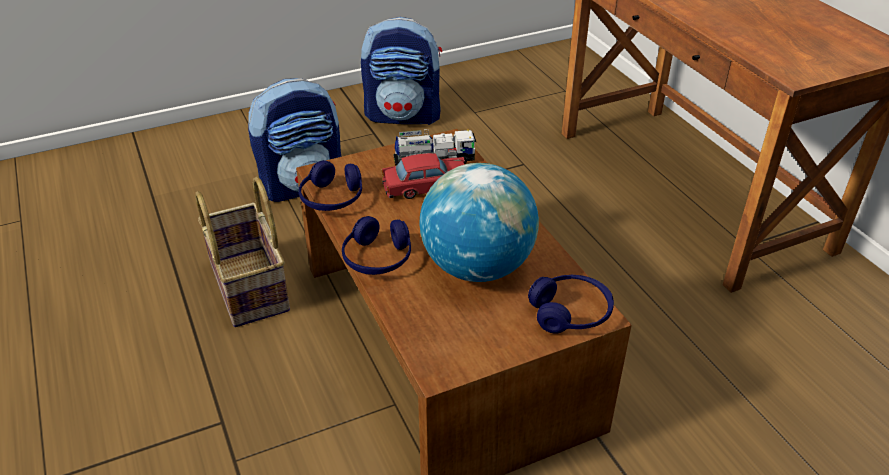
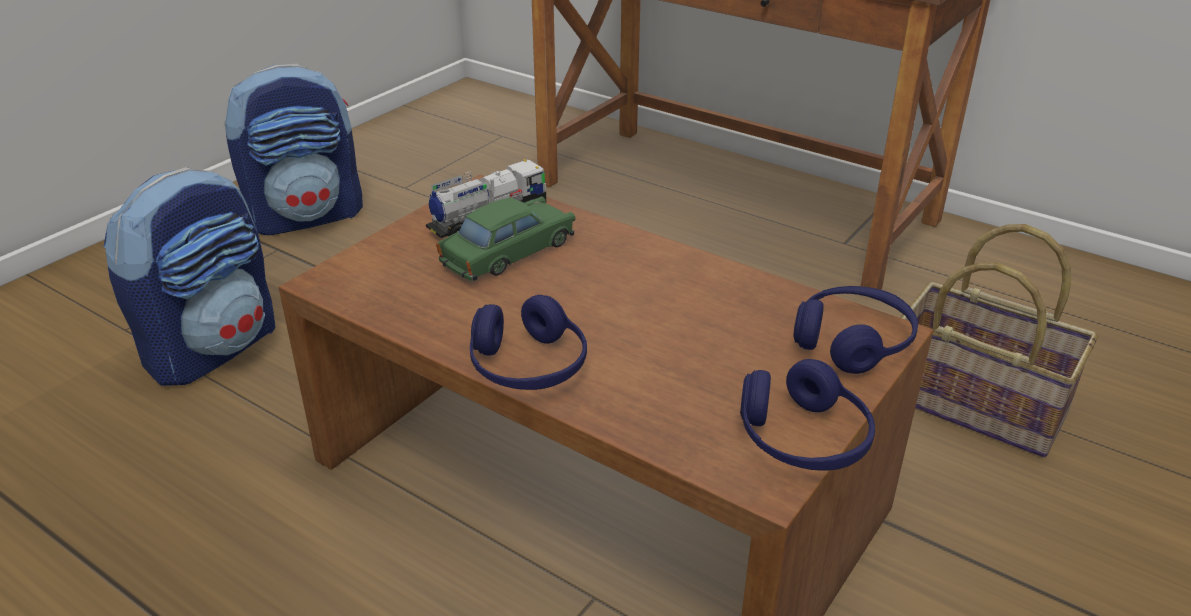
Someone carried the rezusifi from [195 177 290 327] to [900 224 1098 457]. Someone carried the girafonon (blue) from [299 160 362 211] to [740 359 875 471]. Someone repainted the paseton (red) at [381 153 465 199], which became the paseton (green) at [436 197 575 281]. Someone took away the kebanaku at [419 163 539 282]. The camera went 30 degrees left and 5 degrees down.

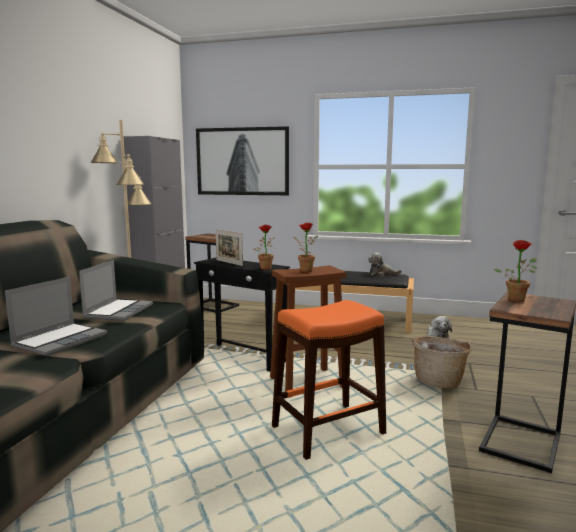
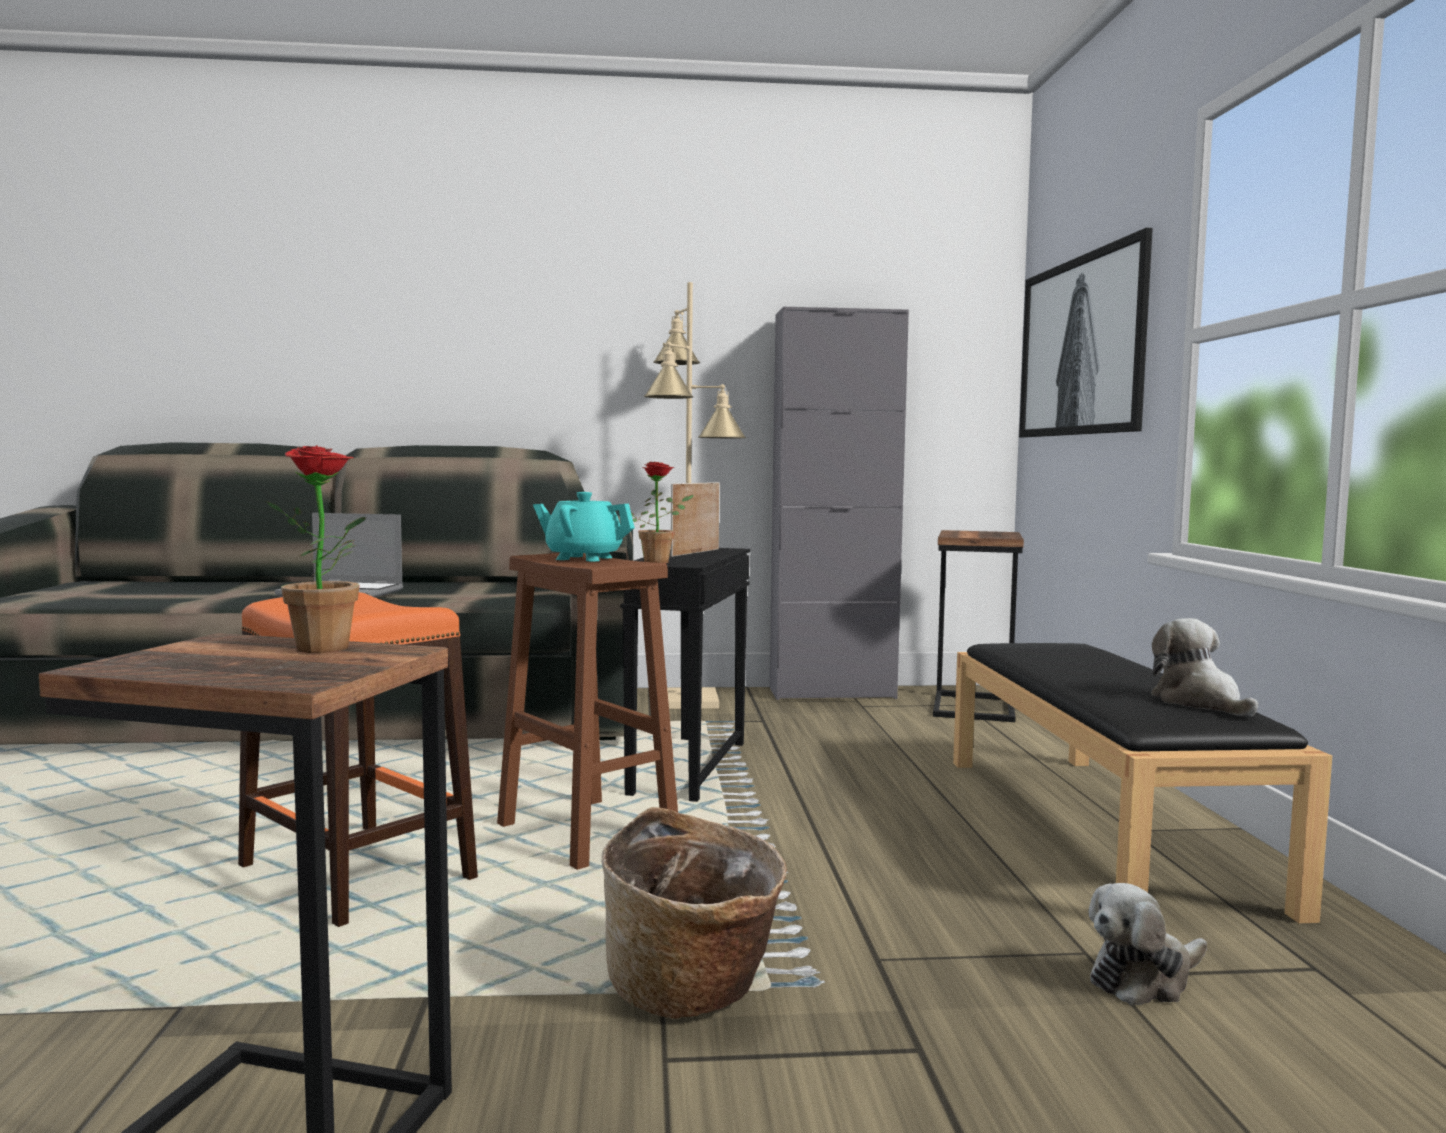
Someone took away the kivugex at [79 260 153 321]. Someone swapped the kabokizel at [293 223 318 272] for the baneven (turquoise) at [533 492 635 561]. The camera went 70 degrees right and 5 degrees down.

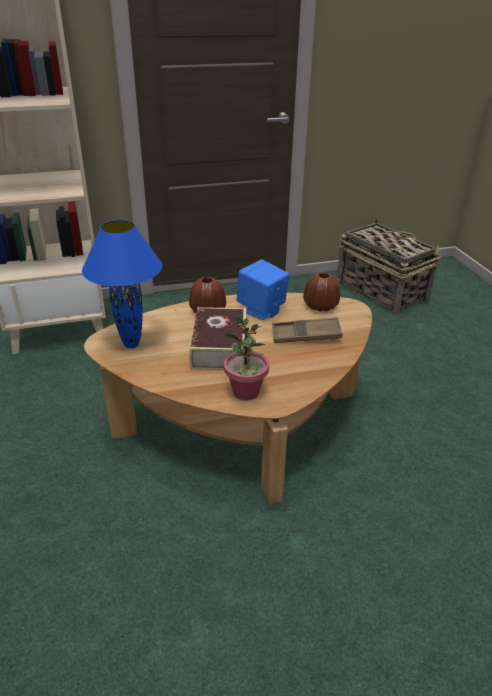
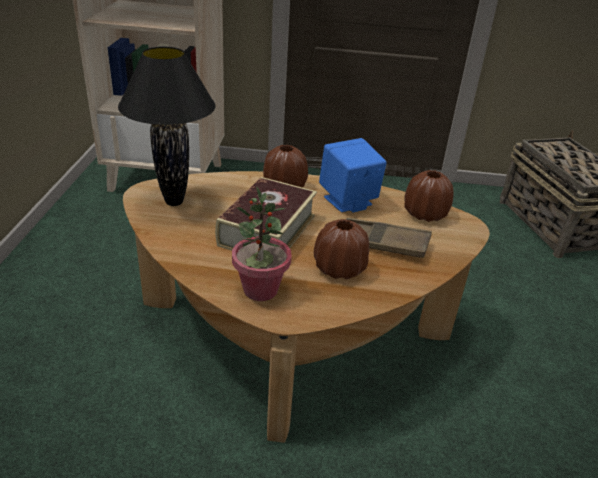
Someone repainted the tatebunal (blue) at [82 220 162 348], which became the tatebunal (black) at [118 47 215 206]. Someone put down the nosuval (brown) at [314 219 369 279]. The camera went 20 degrees right and 0 degrees up.

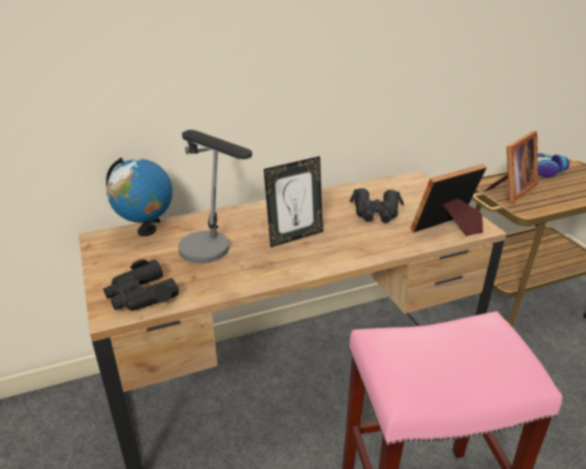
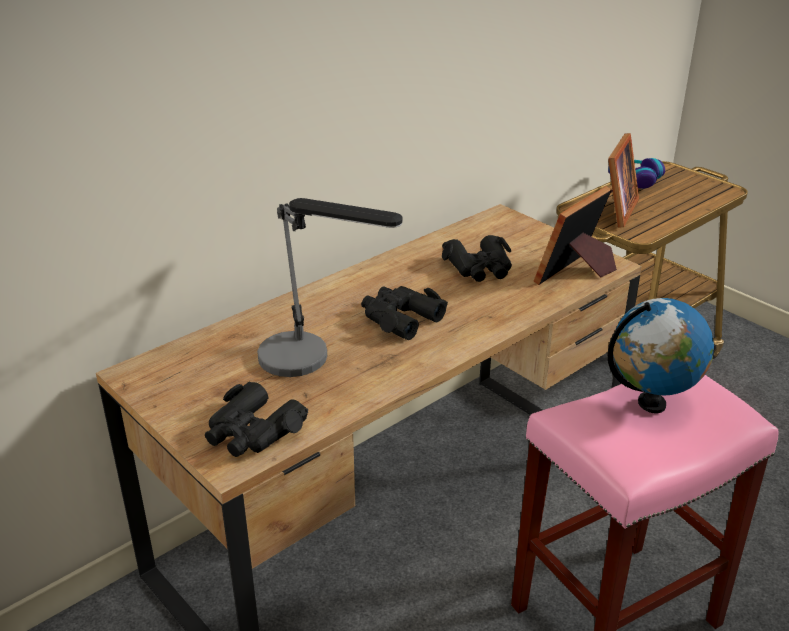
Someone carried the kebanaku from [106 158 173 236] to [607 298 714 413]. Someone swapped the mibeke at [264 156 323 248] for the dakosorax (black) at [361 286 448 340]. The camera went 20 degrees left and 0 degrees up.

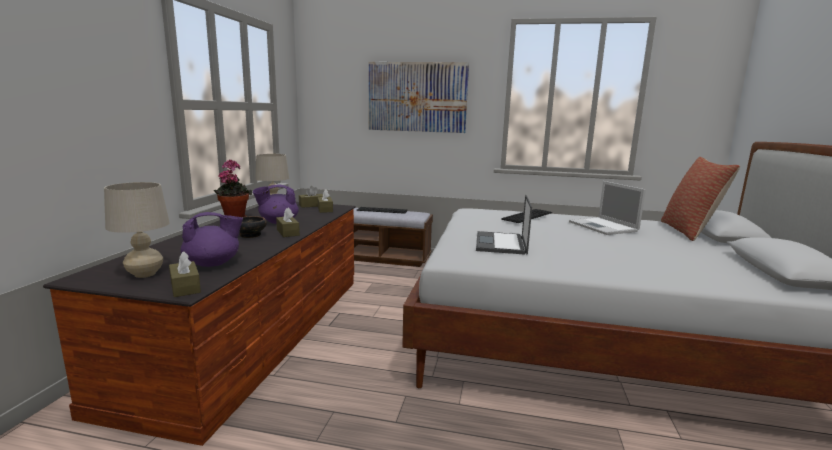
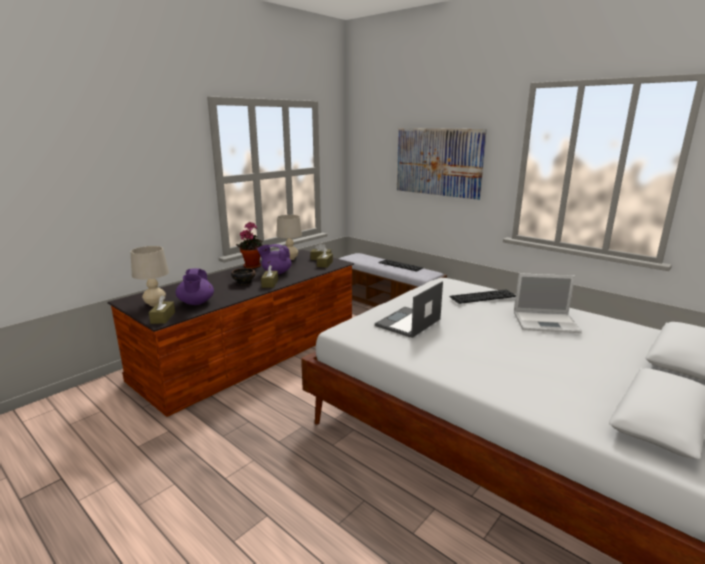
Someone rotated the baneven (purple) at [181 212 243 267] by 75 degrees clockwise. Someone rotated the kivugex at [569 181 646 235] by 90 degrees counterclockwise. Someone took away the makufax at [661 157 740 241]. The camera went 30 degrees right and 5 degrees up.

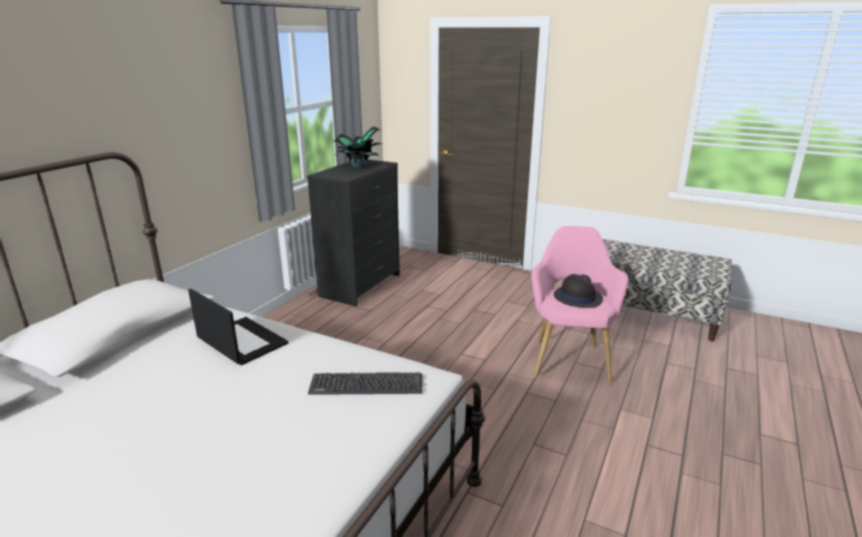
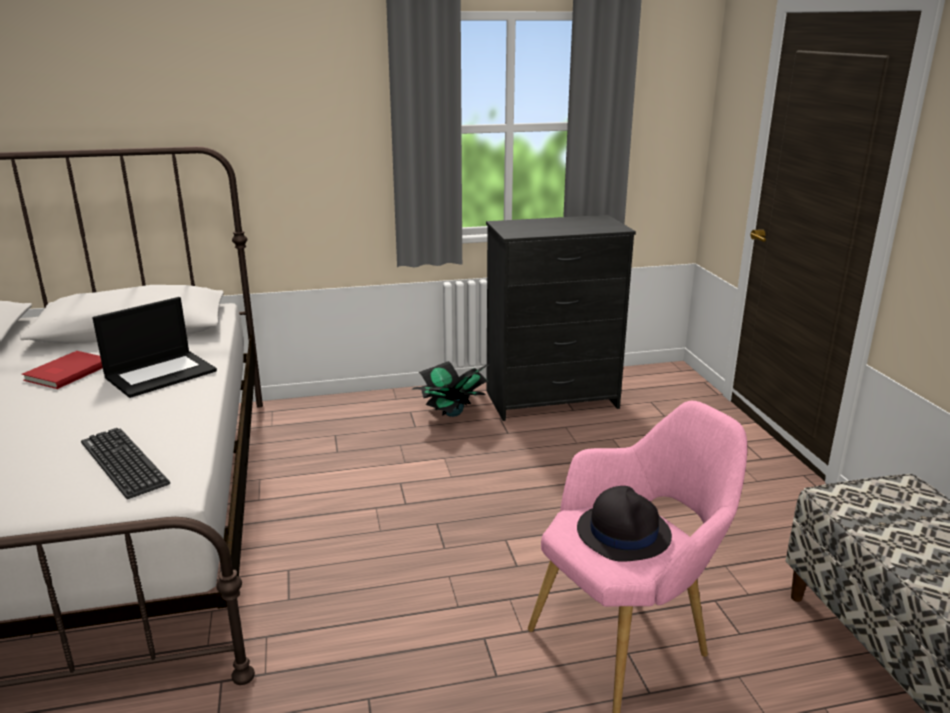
Someone rotated the kivugex at [188 289 288 365] by 45 degrees clockwise. Someone carried the kabokizel from [333 127 381 168] to [411 361 489 417]. Someone put down the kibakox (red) at [22 351 103 389]. The camera went 50 degrees right and 0 degrees up.

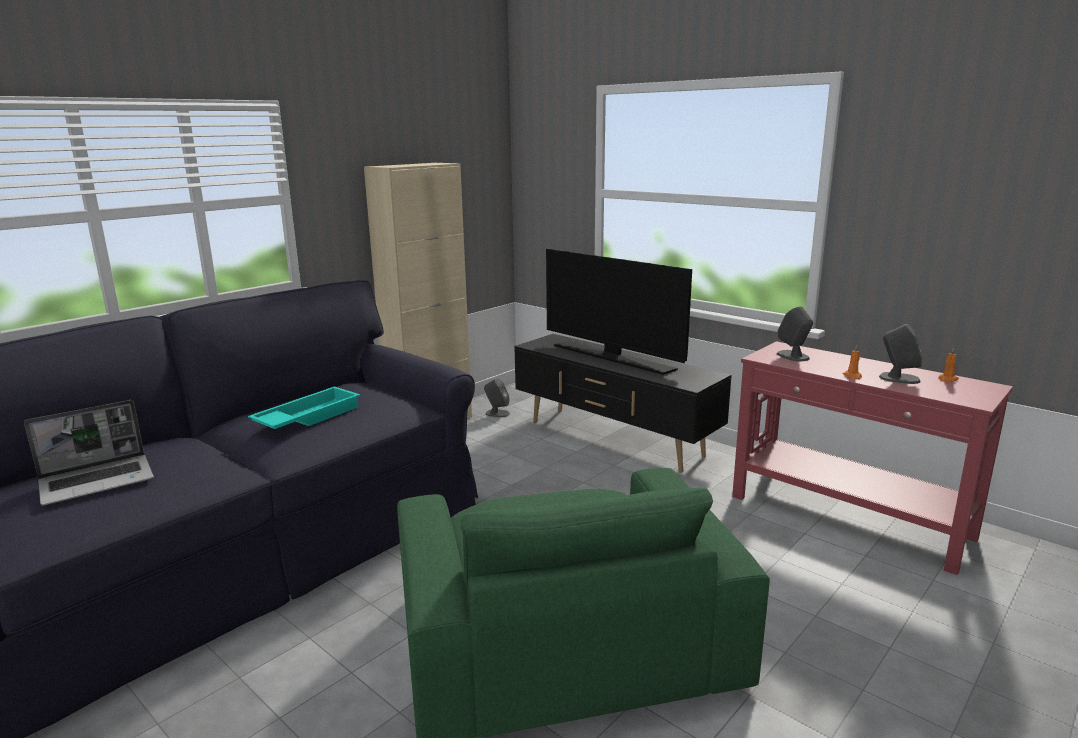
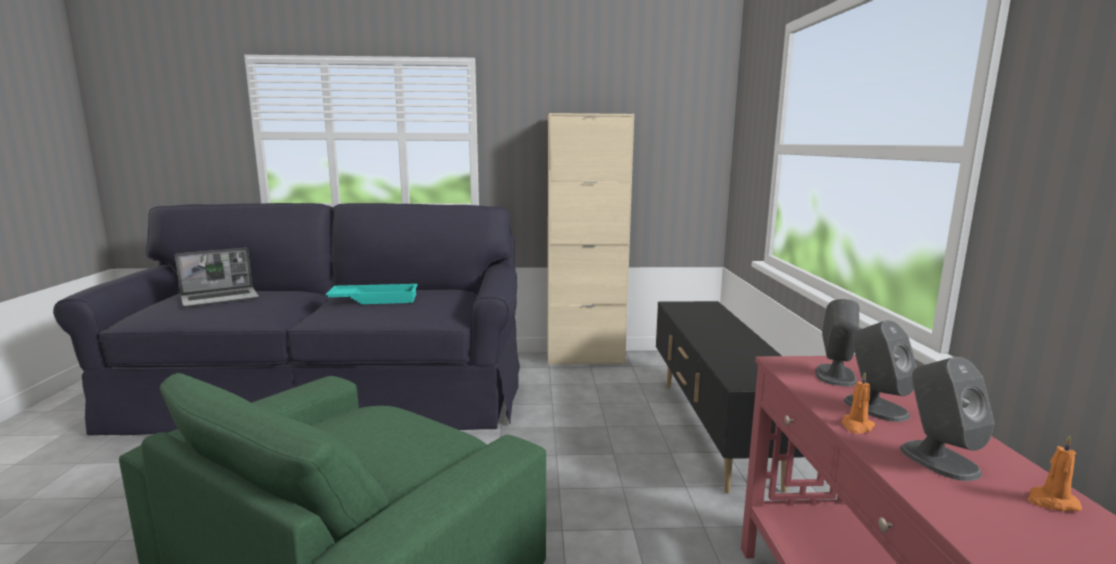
Someone rotated the kivugex at [24 400 154 506] by 45 degrees counterclockwise. Someone carried the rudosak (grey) from [484 378 510 417] to [844 320 917 422]. Someone took away the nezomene at [546 249 692 375]. The camera went 45 degrees right and 5 degrees down.

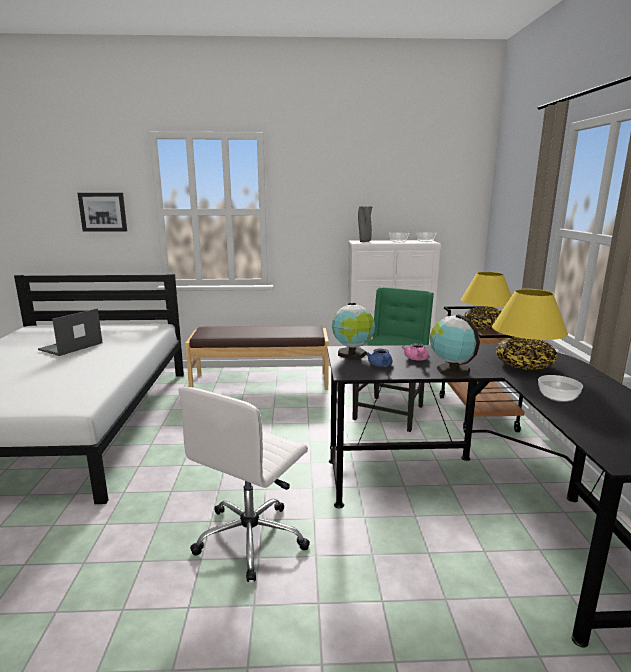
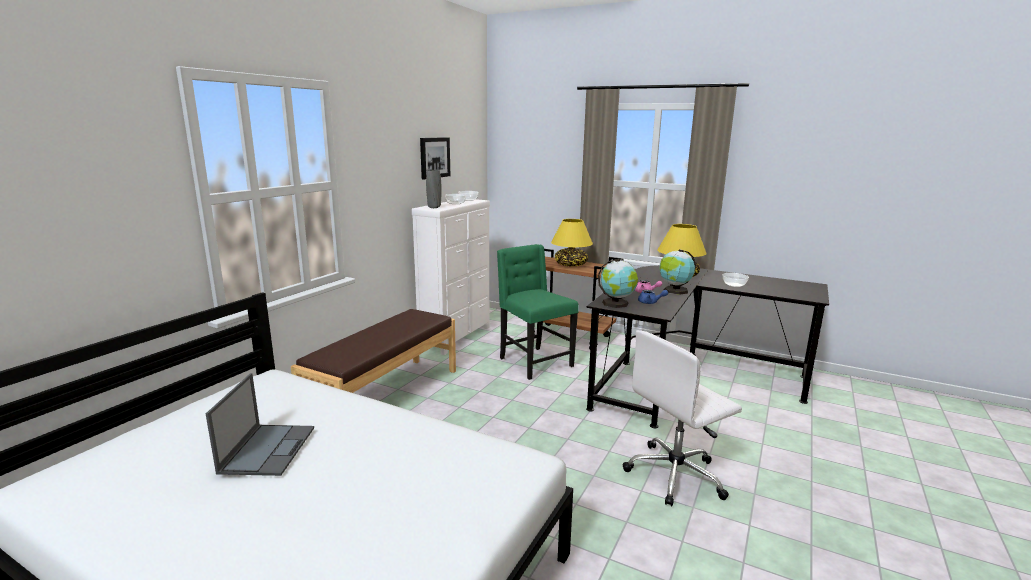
Someone rotated the kivugex at [38 309 103 356] by 150 degrees counterclockwise. Someone carried the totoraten from [77 193 127 232] to [420 137 450 179]. Someone rotated the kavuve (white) at [179 387 310 582] by 90 degrees clockwise. The camera went 60 degrees left and 0 degrees up.

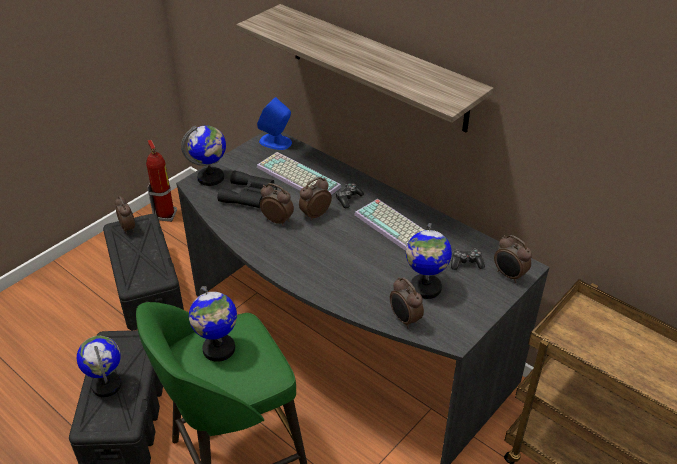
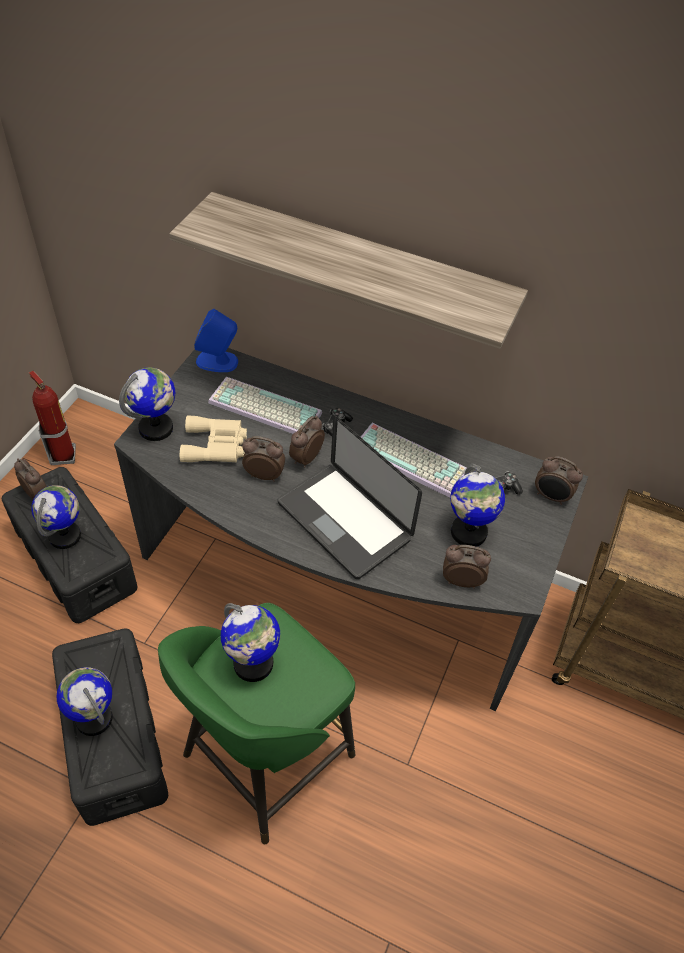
Someone repainted the dakosorax (black) at [217 170 277 208], which became the dakosorax (beige) at [180 415 247 462]. Someone rotated the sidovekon at [390 277 424 329] by 150 degrees clockwise. Someone put down the kebanaku at [31 485 81 549]. Someone put down the kivugex at [278 416 422 579]. The camera went 20 degrees left and 10 degrees up.

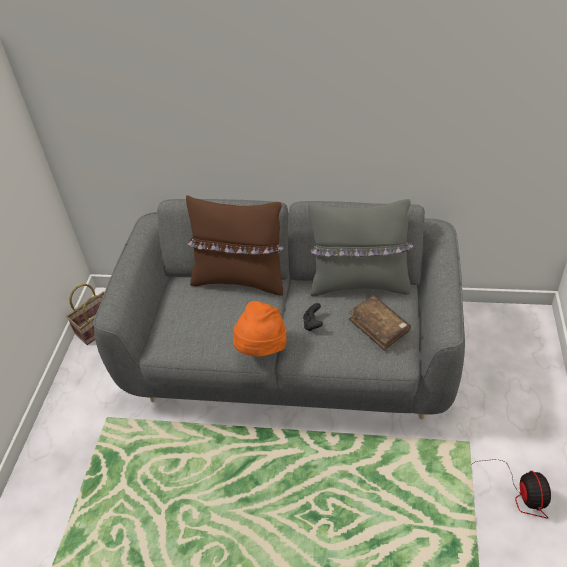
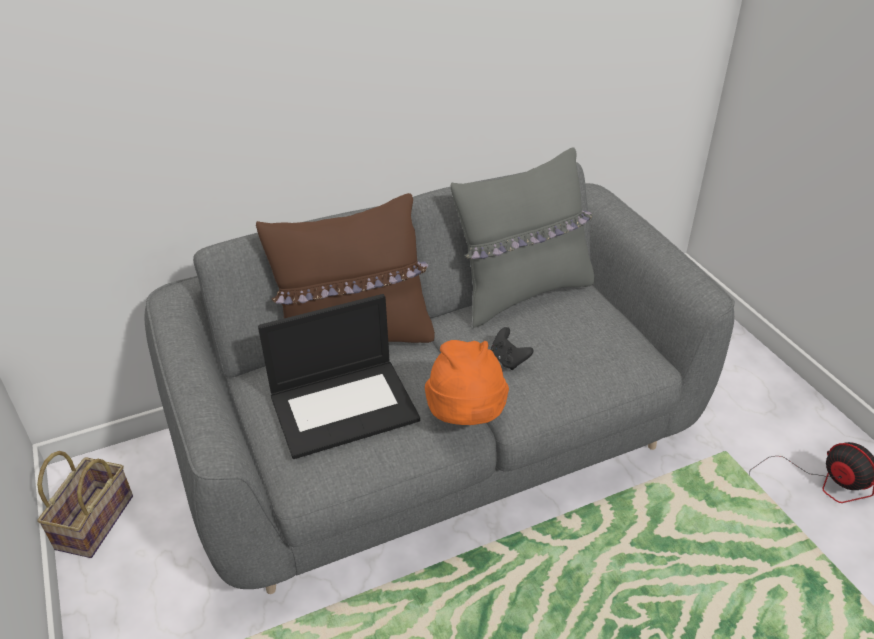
Someone took away the kibakox (brown) at [348 295 411 351]. Someone put down the kivugex at [258 294 420 459]. The camera went 35 degrees left and 5 degrees down.

